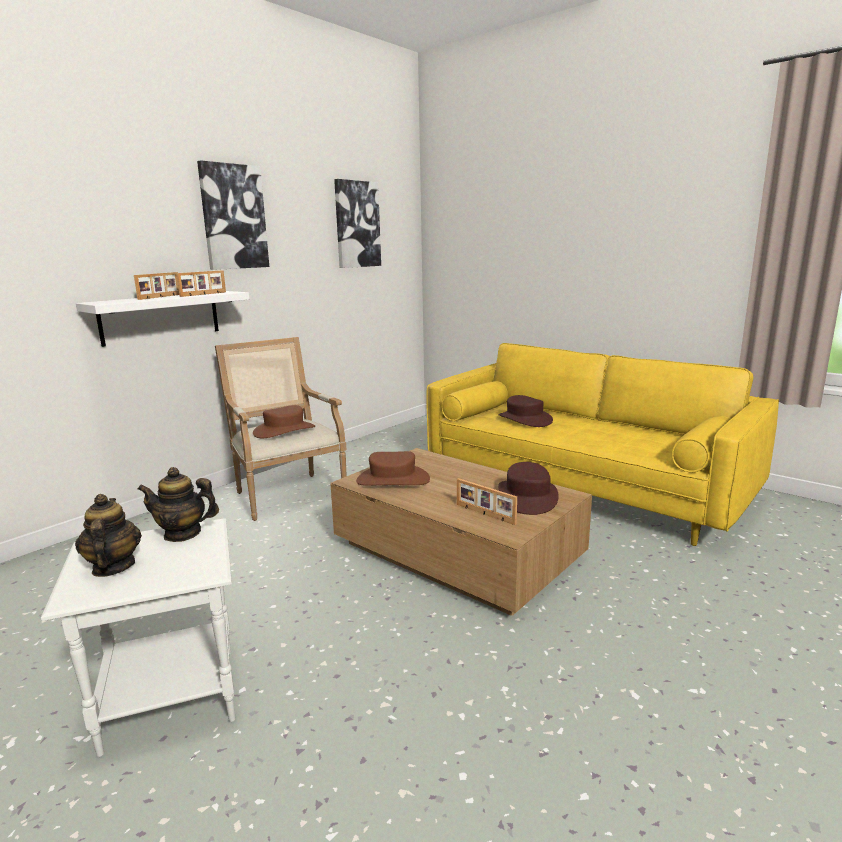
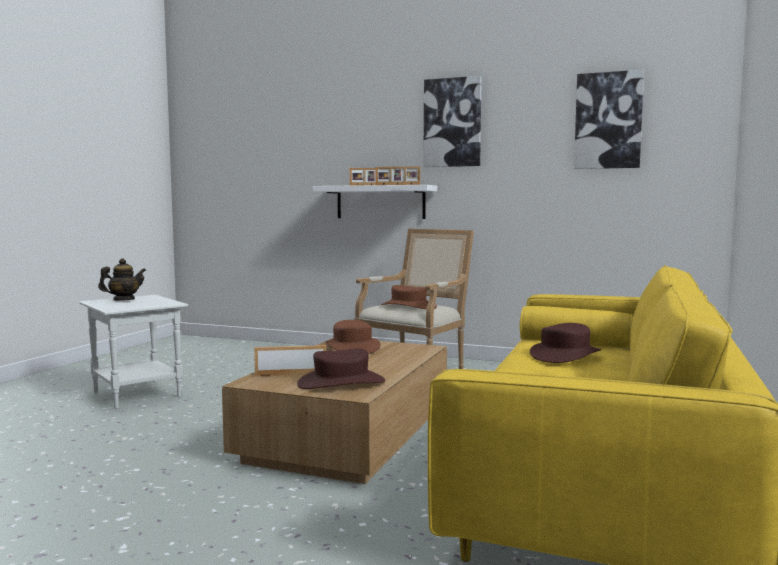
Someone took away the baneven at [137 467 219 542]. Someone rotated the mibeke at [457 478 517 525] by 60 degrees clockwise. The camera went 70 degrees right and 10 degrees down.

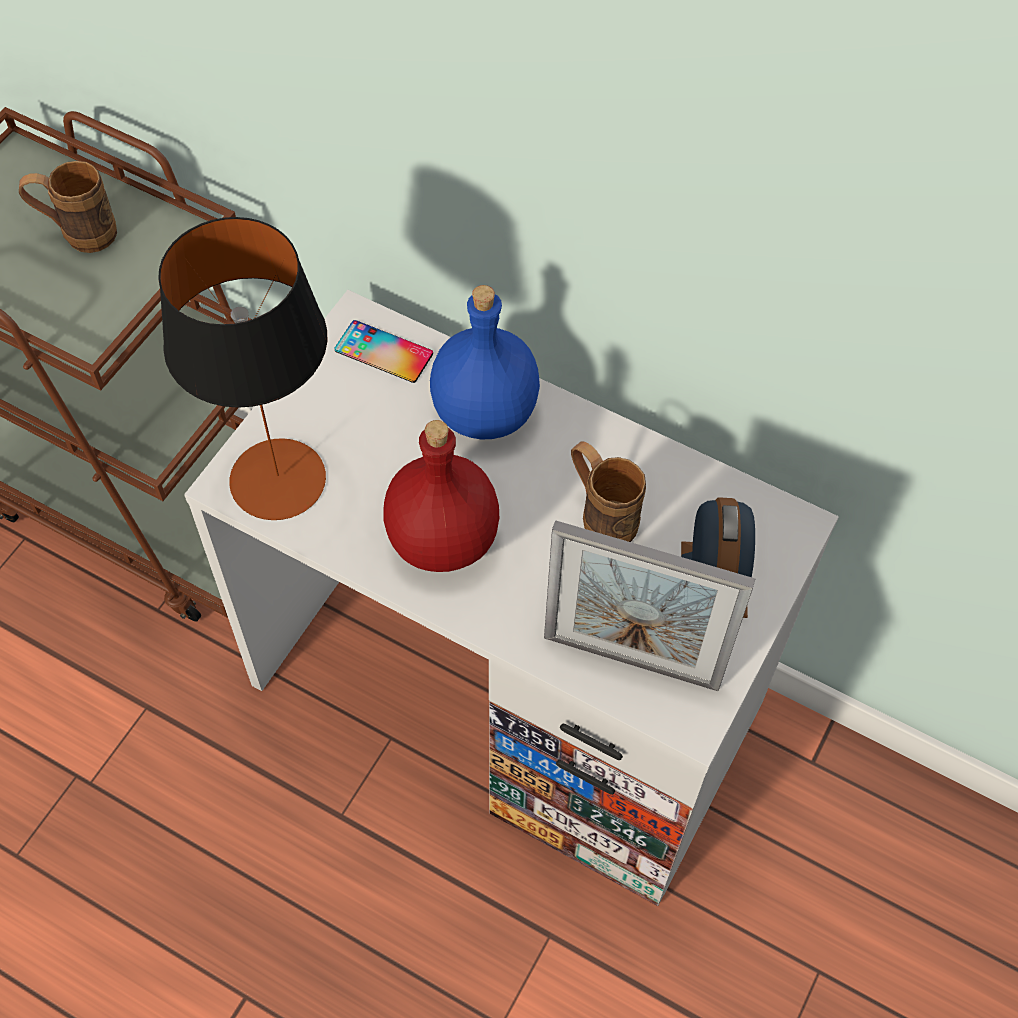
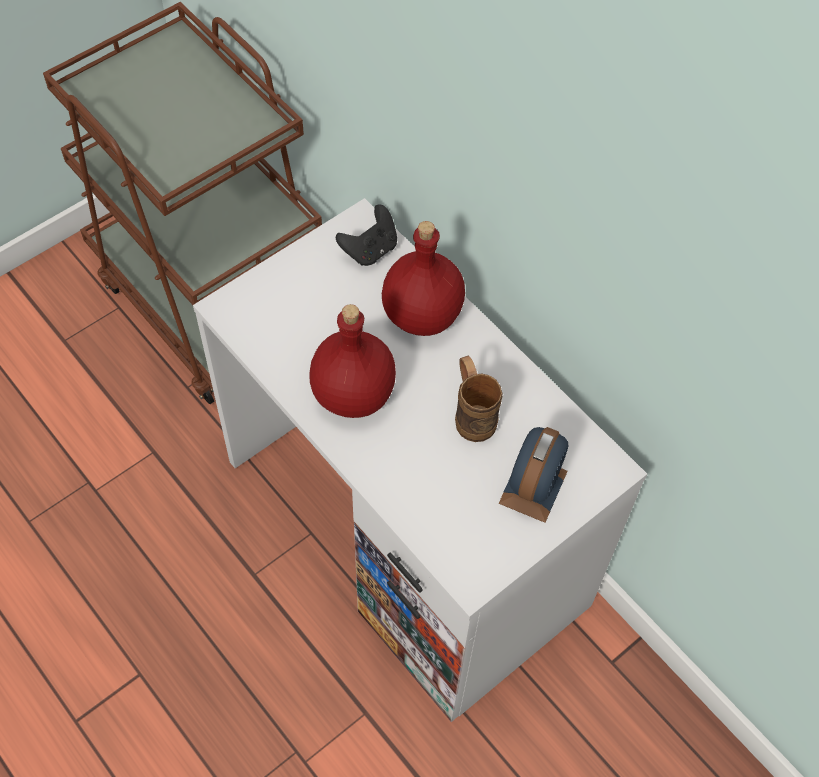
Someone took away the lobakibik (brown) at [19 161 117 253]. Someone took away the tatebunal at [158 217 327 520]. Someone swapped the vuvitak at [335 320 433 383] for the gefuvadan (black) at [336 205 397 266]. Someone repainted the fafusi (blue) at [430 285 540 439], which became the fafusi (red) at [382 221 465 336]. Someone took away the mibeke at [544 520 755 691]. The camera went 20 degrees right and 0 degrees up.

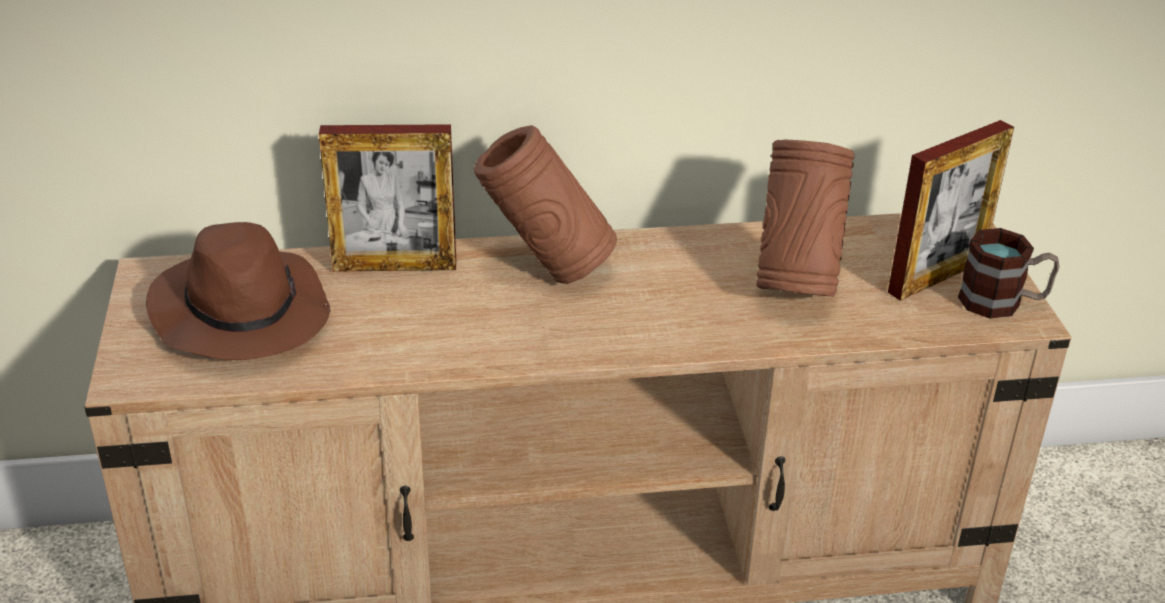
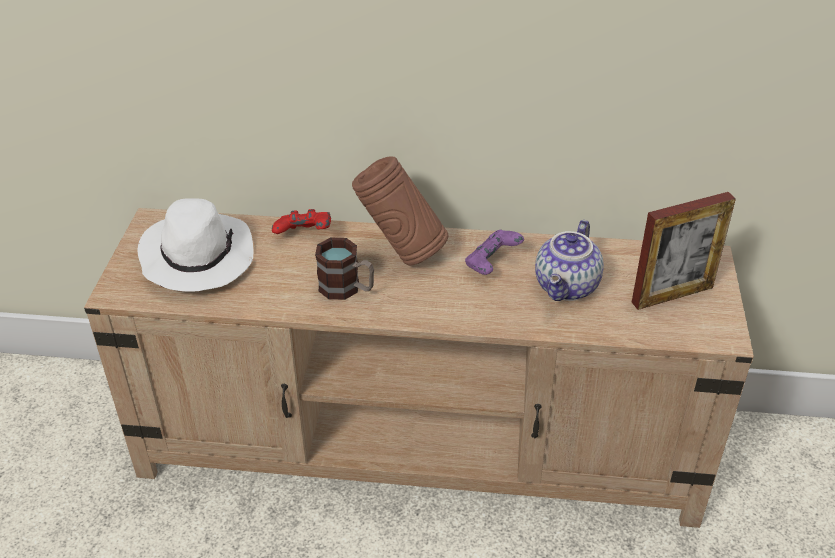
Someone repainted the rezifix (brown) at [146 222 330 360], which became the rezifix (white) at [138 198 254 292]. Someone swapped the mibeke at [319 124 456 272] for the gefuvadan (red) at [272 209 331 234]. Someone swapped the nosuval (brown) at [756 140 854 297] for the baneven at [535 220 604 301]. Someone carried the lobakibik from [958 228 1060 319] to [315 238 374 300]. Someone put down the gefuvadan (purple) at [465 230 524 275]. The camera went 15 degrees right and 5 degrees up.

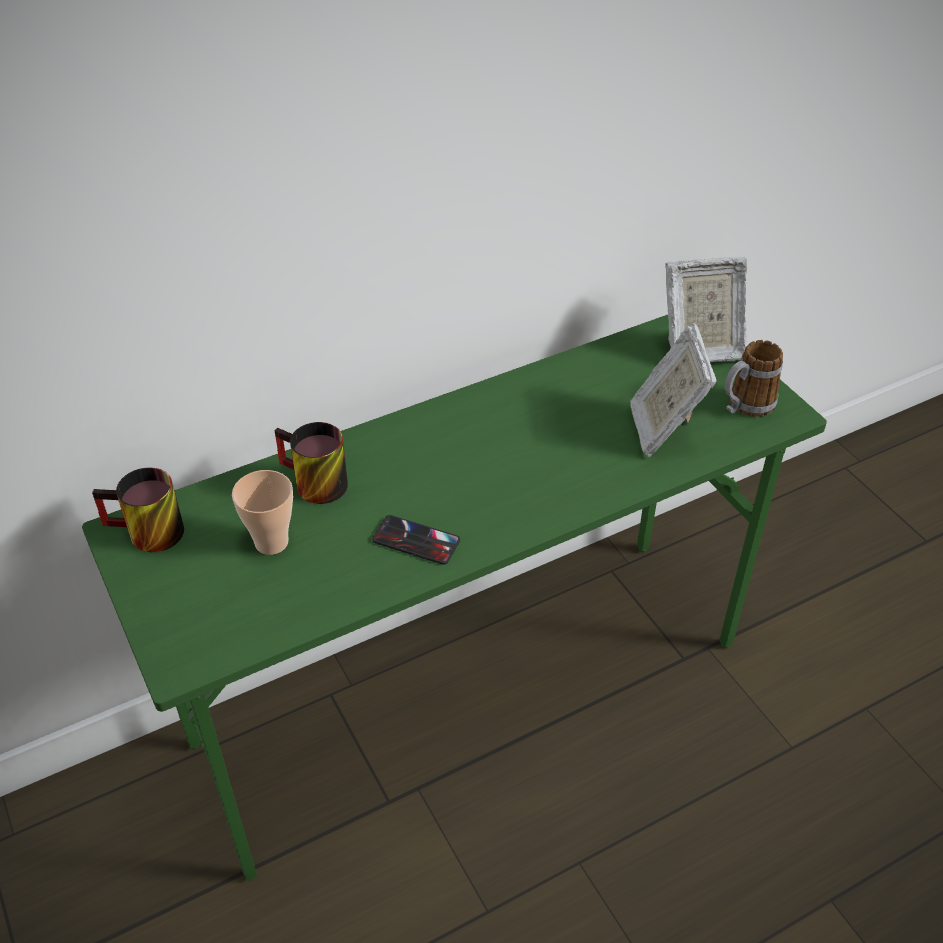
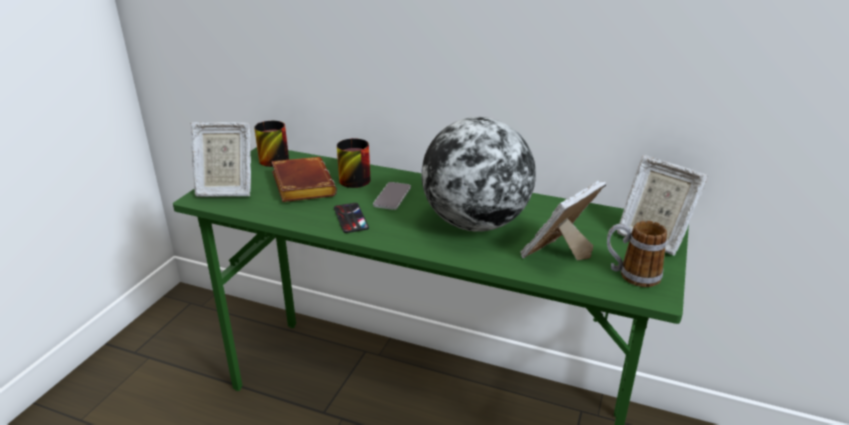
Someone swapped the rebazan at [232 470 293 555] for the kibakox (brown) at [272 157 337 202]. Someone put down the mibeke at [190 122 251 197]. Someone put down the vuvitak at [373 182 411 210]. Someone put down the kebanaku at [421 117 536 232]. The camera went 50 degrees right and 15 degrees down.

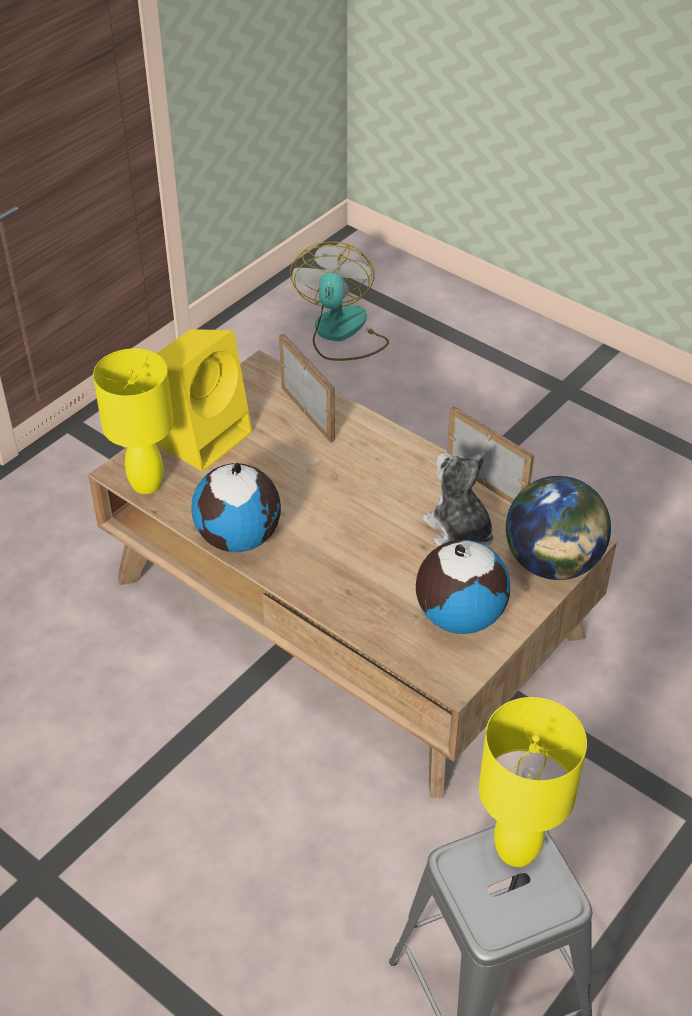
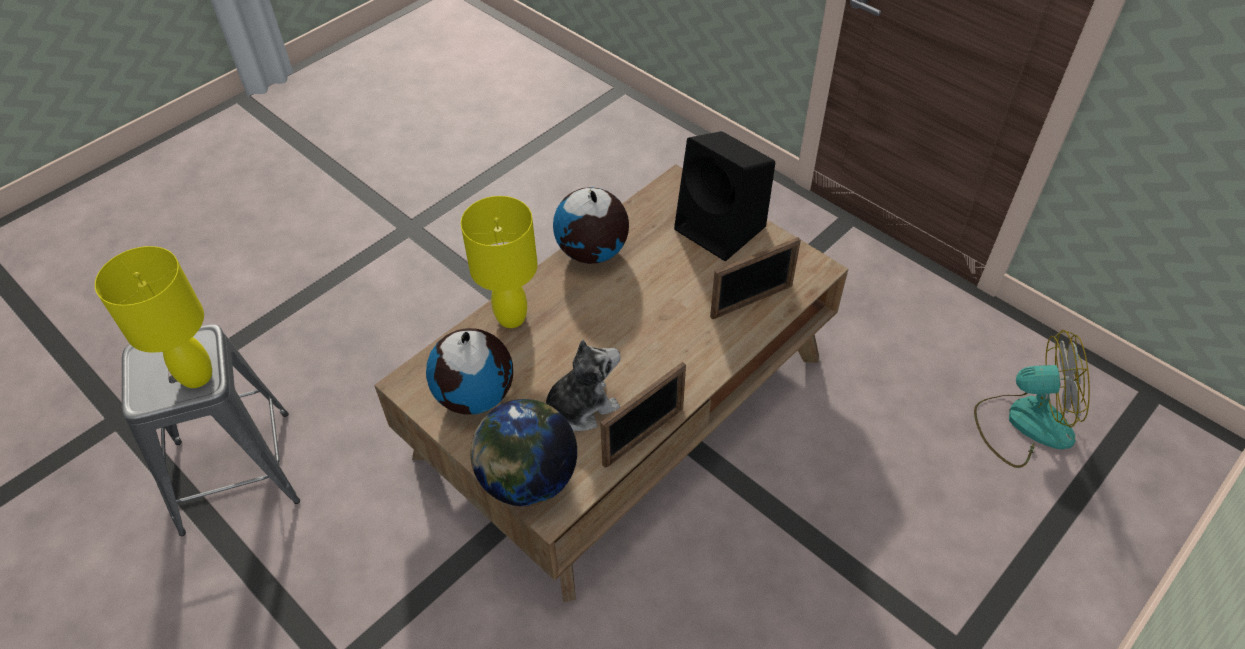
Someone carried the tatebunal (yellow) from [93 348 174 494] to [461 196 538 328]. Someone repainted the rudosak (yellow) at [155 329 252 472], which became the rudosak (black) at [674 131 775 261]. The camera went 95 degrees right and 5 degrees up.

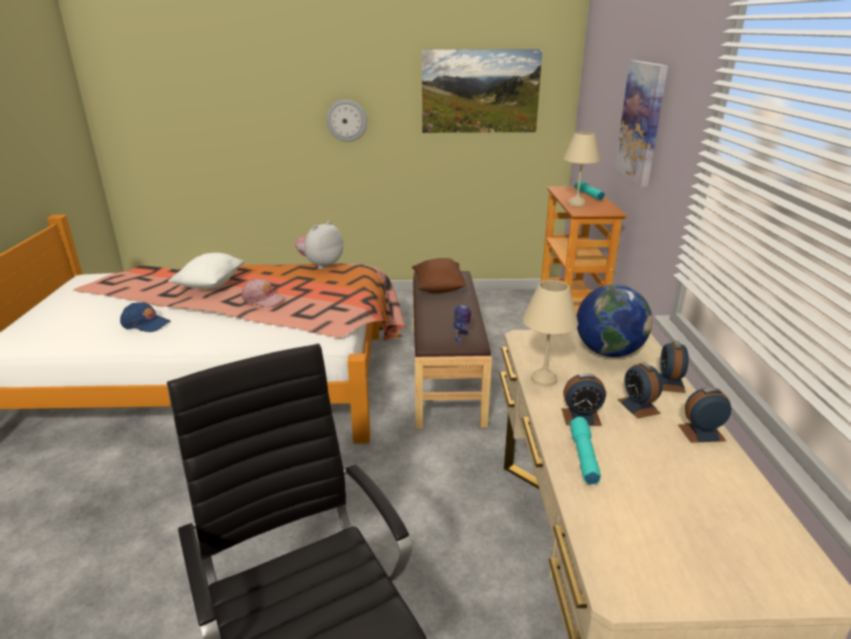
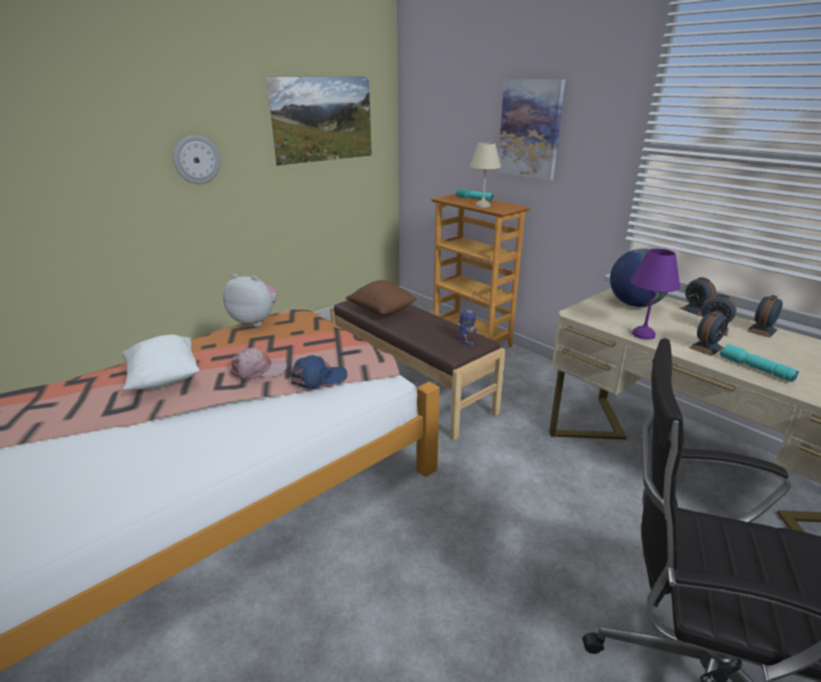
Someone carried the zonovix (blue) from [120 302 170 332] to [289 355 347 389]. Someone rotated the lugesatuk at [295 221 343 269] by 105 degrees clockwise. Someone repainted the tatebunal (beige) at [523 280 578 386], which became the tatebunal (purple) at [630 249 680 340]. The camera went 40 degrees left and 0 degrees up.

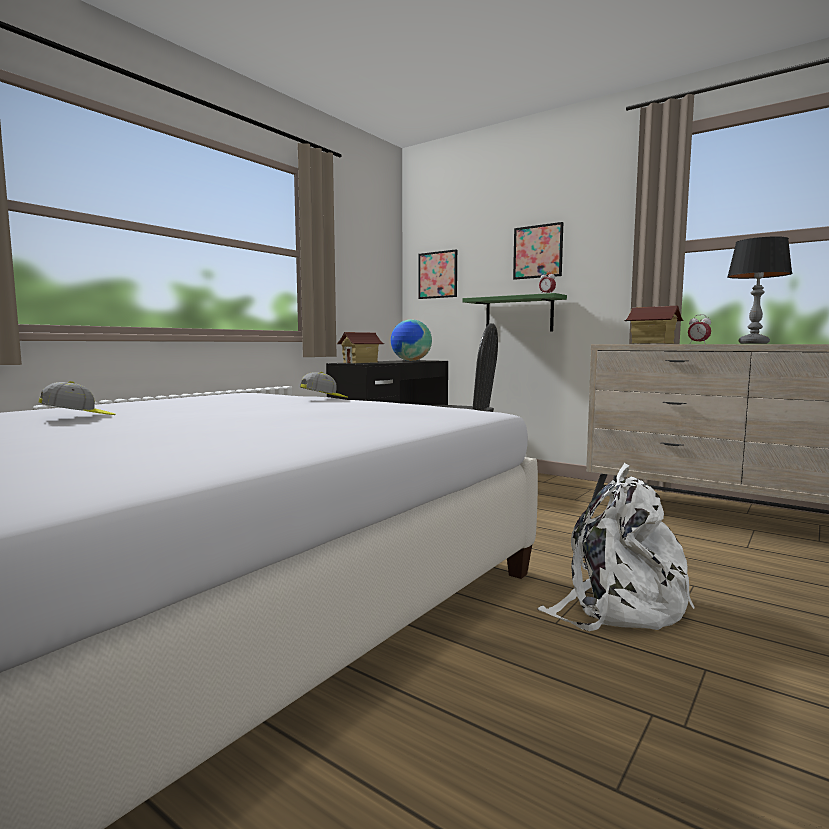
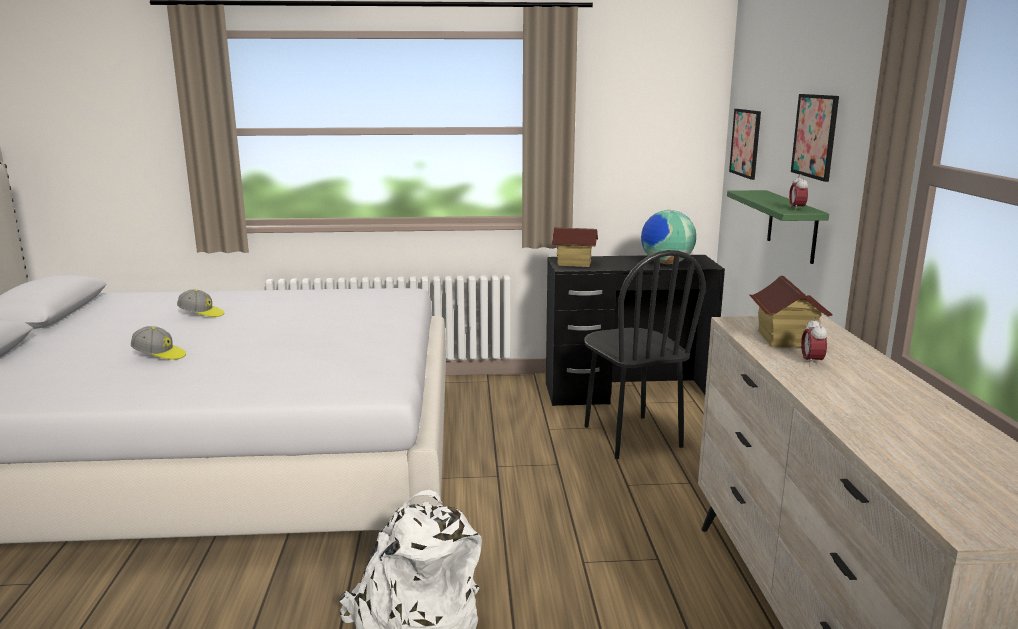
Someone carried the zonovix from [300 372 348 398] to [131 326 186 360]. Someone took away the tatebunal at [727 236 793 344]. The camera went 50 degrees right and 10 degrees up.

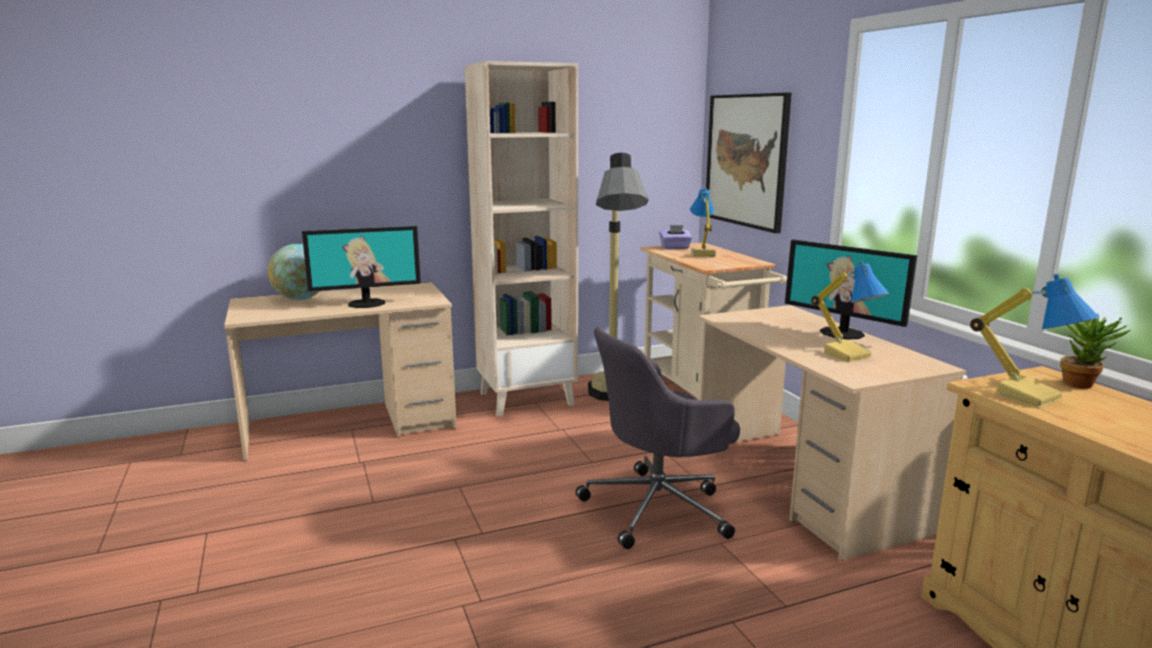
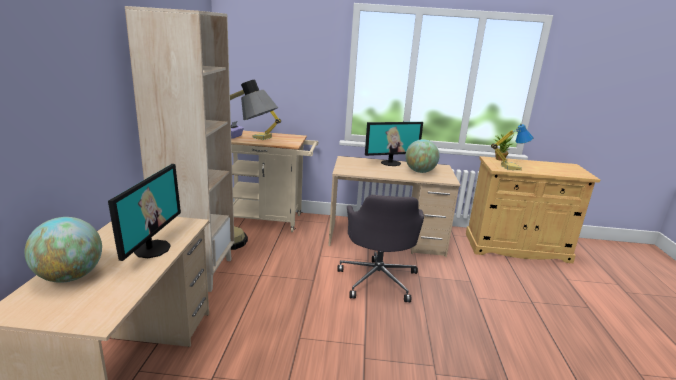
Someone took away the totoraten at [706 93 792 233]. Someone swapped the tatebunal at [811 261 889 362] for the kebanaku at [405 139 440 173]. The camera went 65 degrees left and 5 degrees up.

